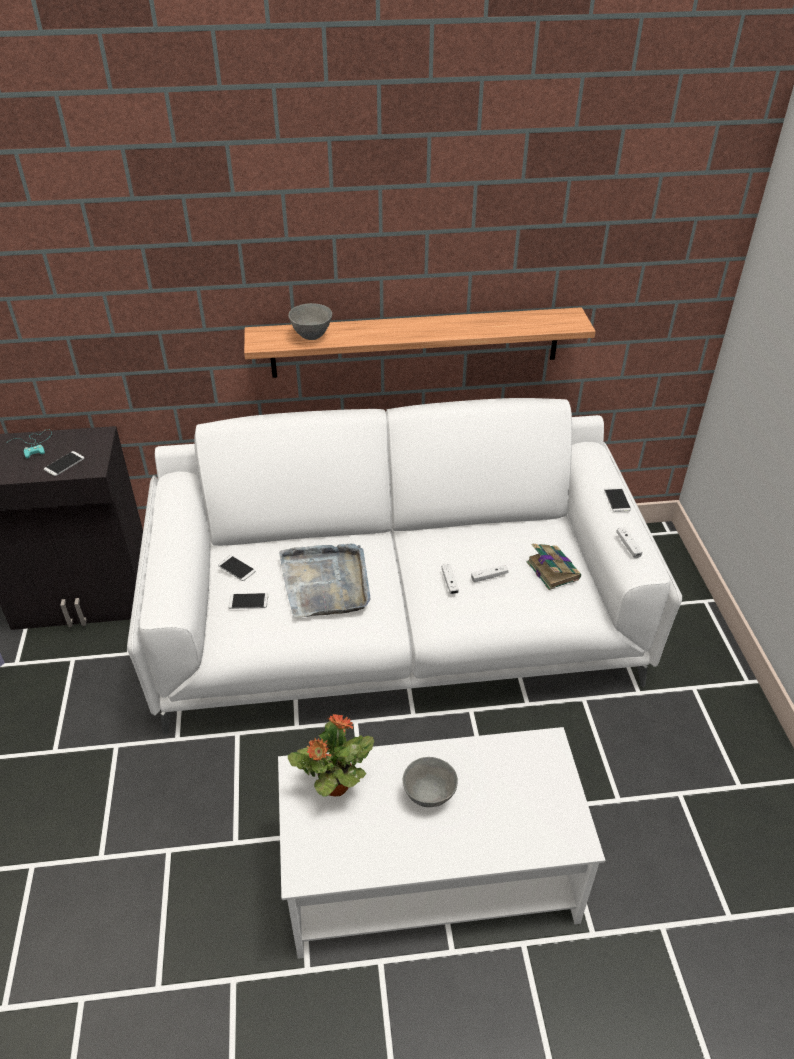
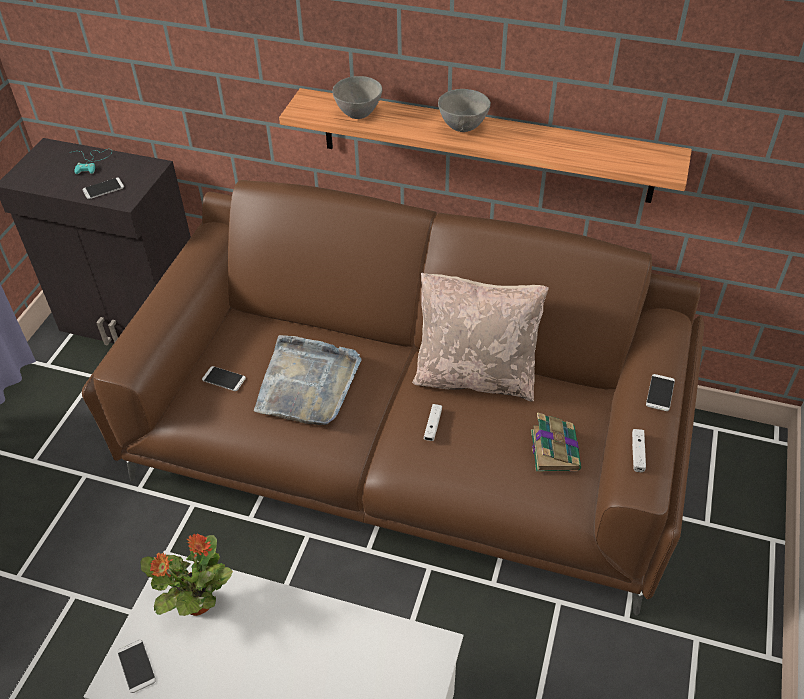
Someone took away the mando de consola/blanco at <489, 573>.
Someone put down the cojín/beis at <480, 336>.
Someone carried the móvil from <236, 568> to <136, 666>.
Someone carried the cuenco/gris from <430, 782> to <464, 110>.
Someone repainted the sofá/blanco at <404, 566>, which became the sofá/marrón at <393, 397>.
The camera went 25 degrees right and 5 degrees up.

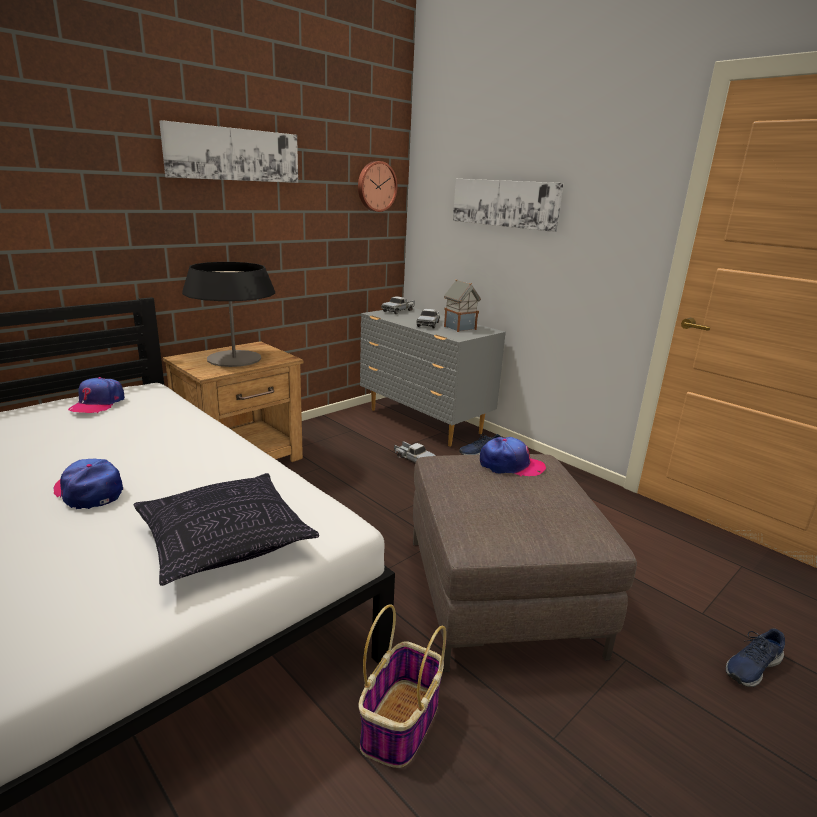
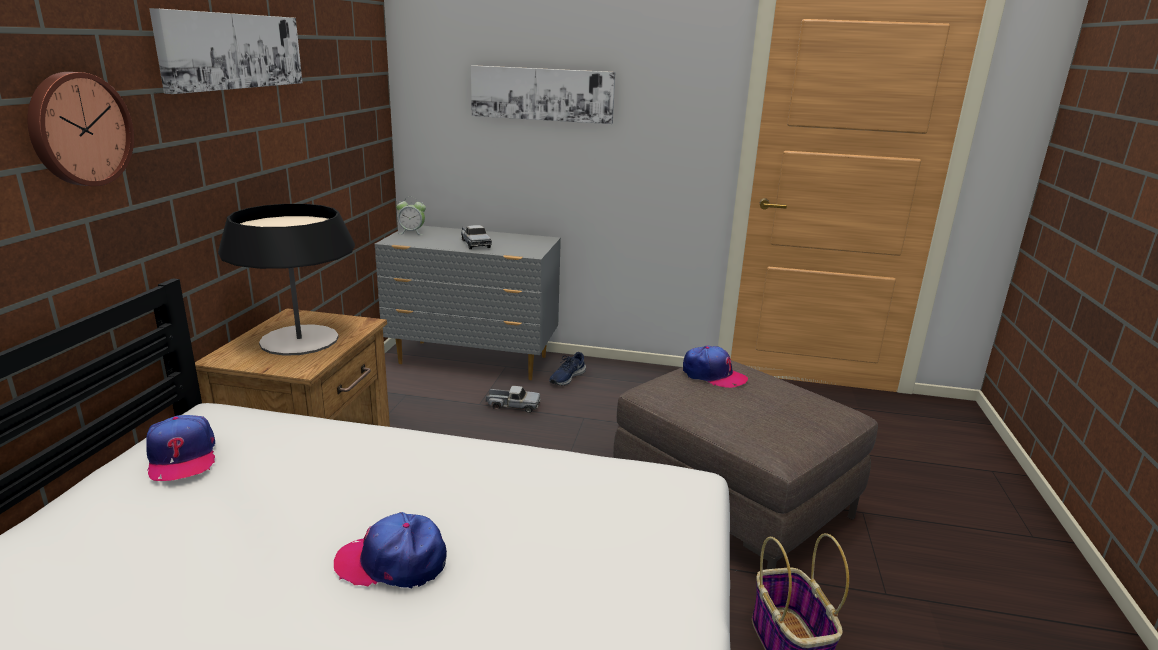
Someone took away the cojín at <226, 529>.
Someone took away the casita at <462, 305>.
Someone took away the zapato/azul at <755, 657>.
Someone carried the reloj de pared from <378, 186> to <80, 129>.
Someone swapped the camión de juguete at <398, 305> for the despertador at <411, 216>.
Someone rotated the gorra at <513, 456> by 60 degrees clockwise.
The camera went 35 degrees left and 0 degrees up.

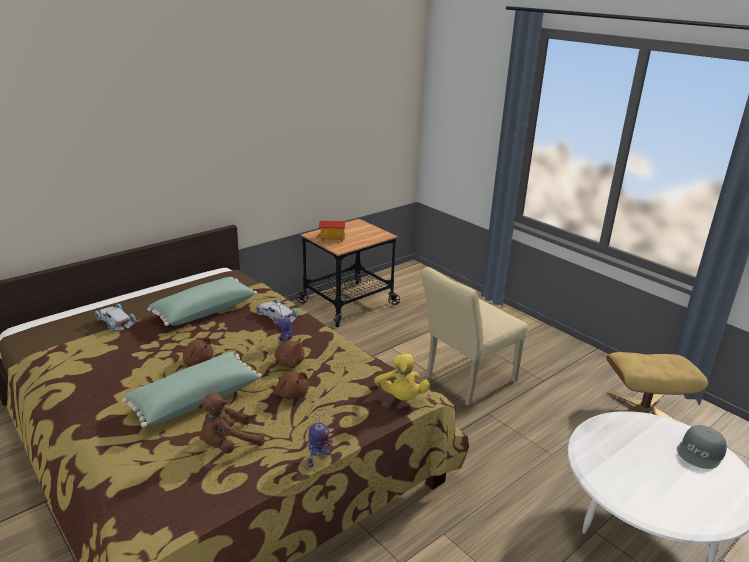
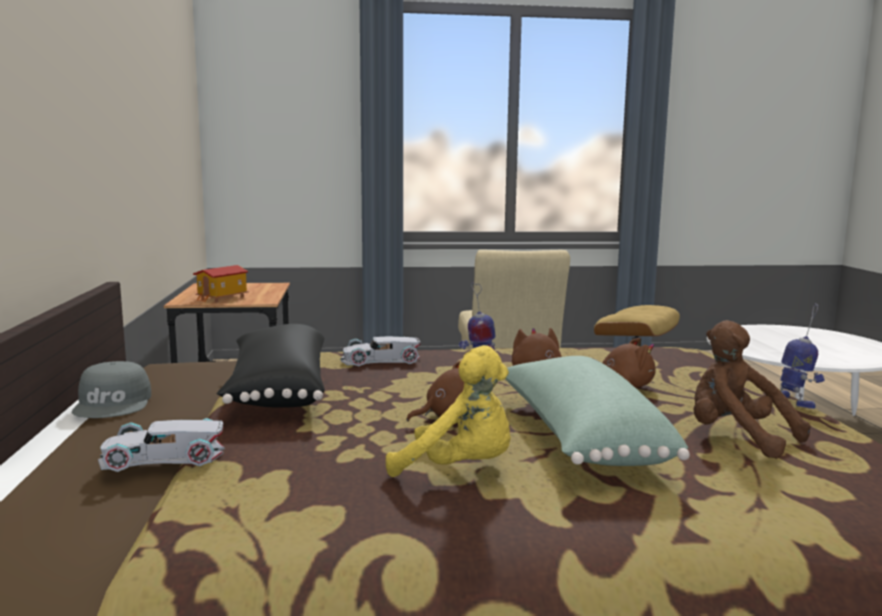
Someone carried the peluche/amarillo from <402, 377> to <448, 411>.
Someone carried the gorra/gris from <702, 447> to <111, 389>.
Someone repainted the cojín/verde at <202, 301>, which became the cojín/negro at <271, 366>.
Someone rotated the peluche/marrón at <231, 423> by 135 degrees clockwise.
The camera went 55 degrees left and 15 degrees down.

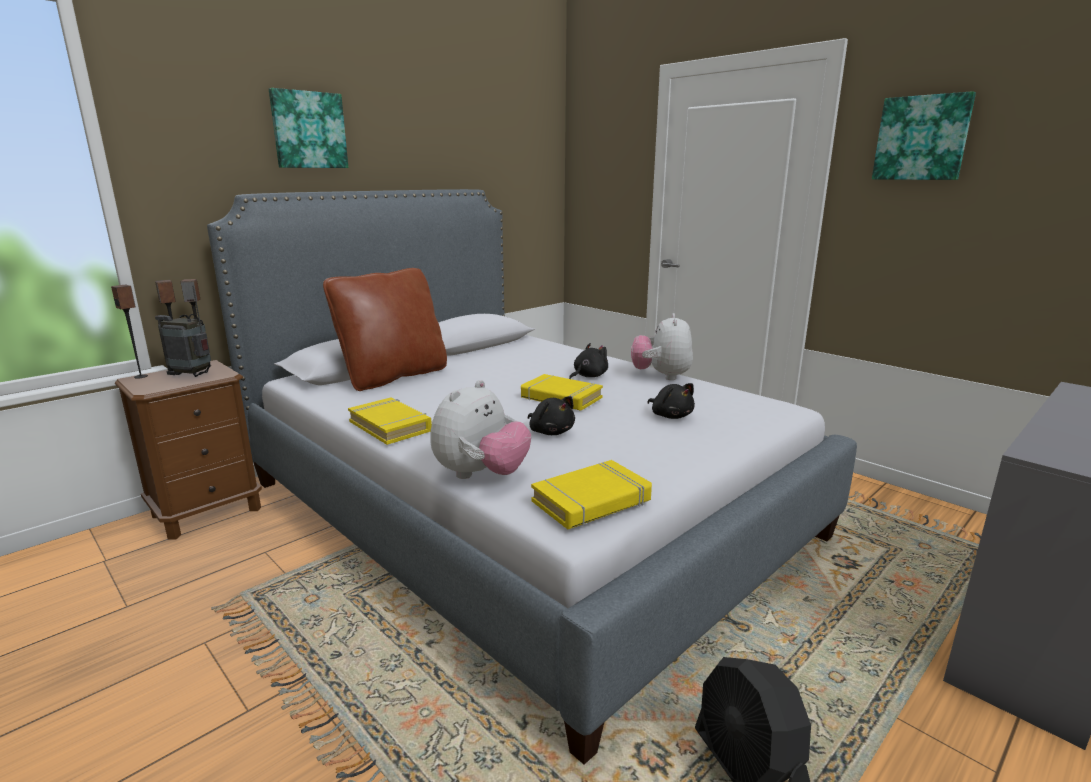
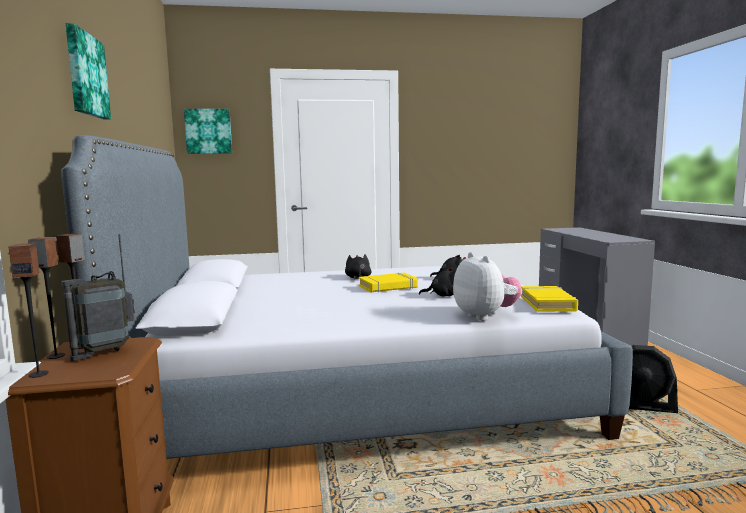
Someone took away the cojín/marrón at <385, 329>.
Someone took away the libro/amarillo at <390, 421>.
Someone took away the peluche at <662, 346>.
Someone carried the cuadro from <924, 135> to <208, 131>.
The camera went 55 degrees left and 10 degrees down.

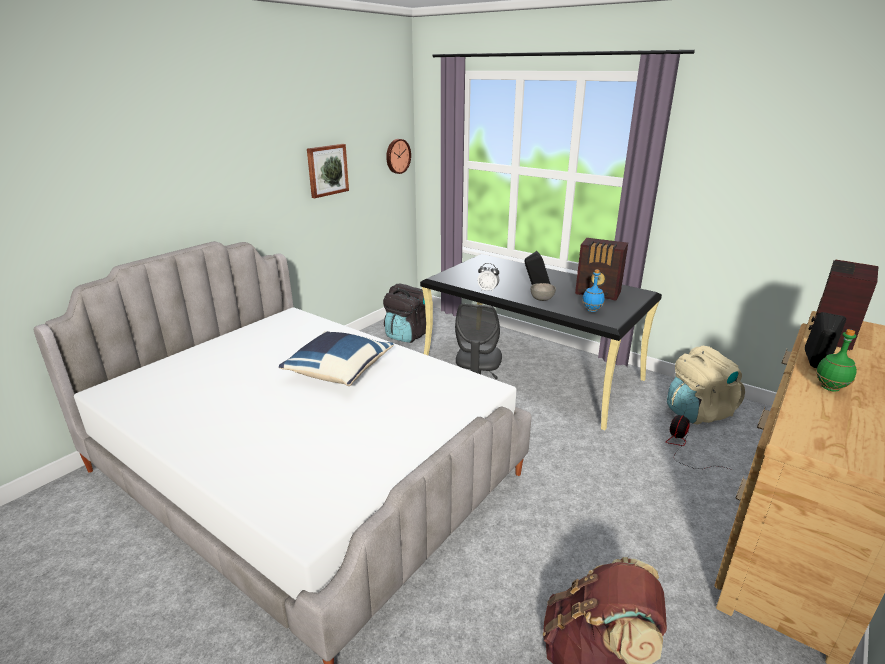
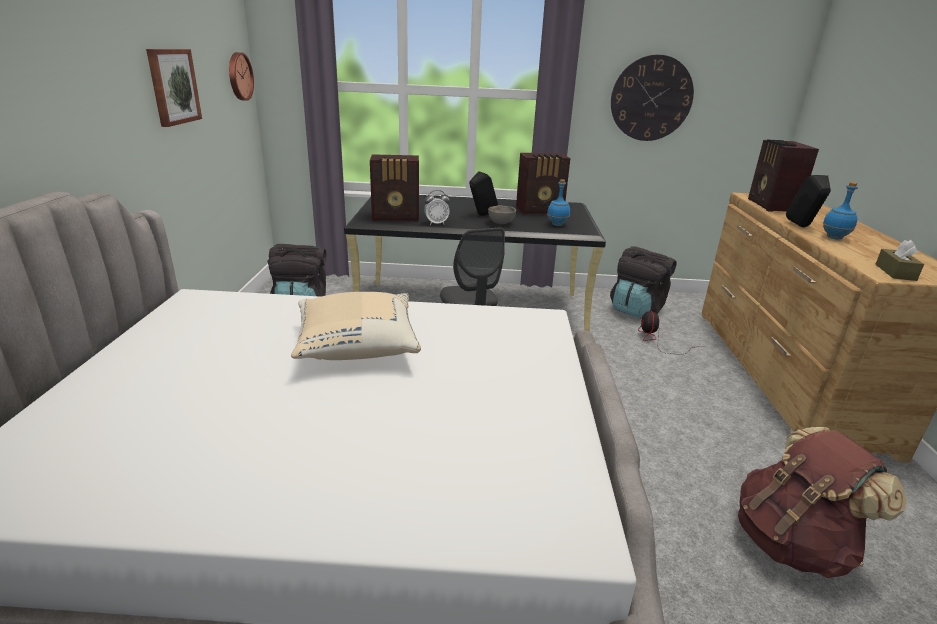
Someone put down the radio at <394, 187>.
Someone put up the reloj de pared at <652, 98>.
Someone put down the caja de pañuelos/marrón at <900, 260>.
Someone repainted the cojín/azul at <336, 358>, which became the cojín/beis at <356, 326>.
Someone repainted the mochila/beis at <706, 385>, which became the mochila/negro at <643, 282>.
Someone repainted the botella/verde at <836, 360>, which became the botella/azul at <840, 211>.
The camera went 35 degrees left and 0 degrees up.

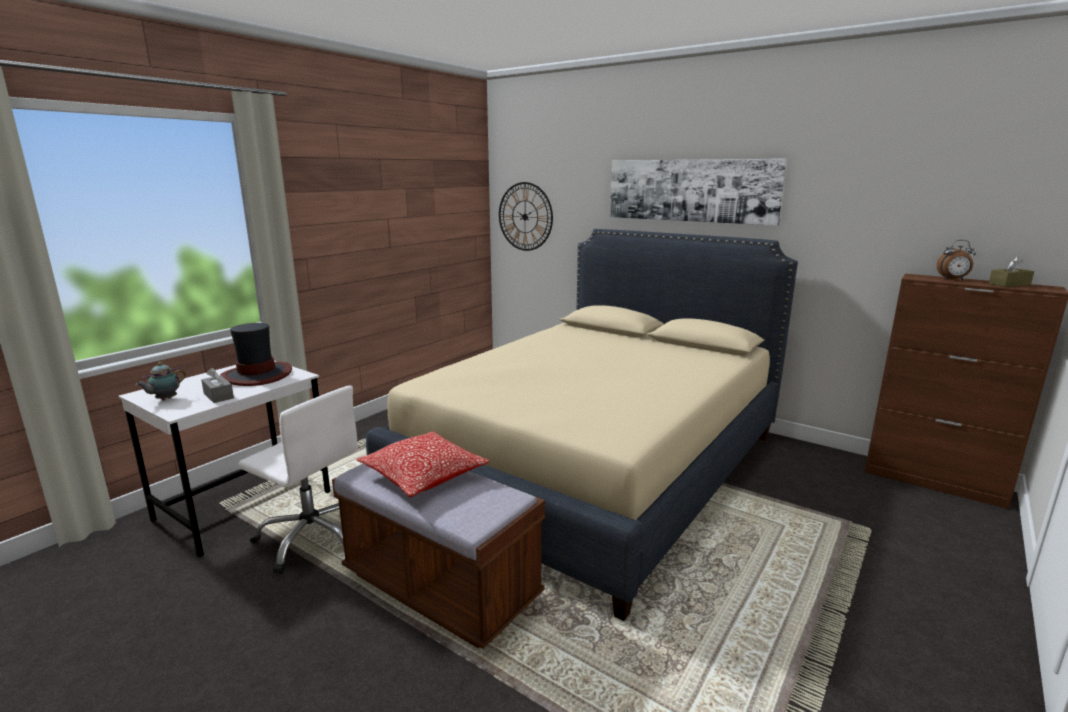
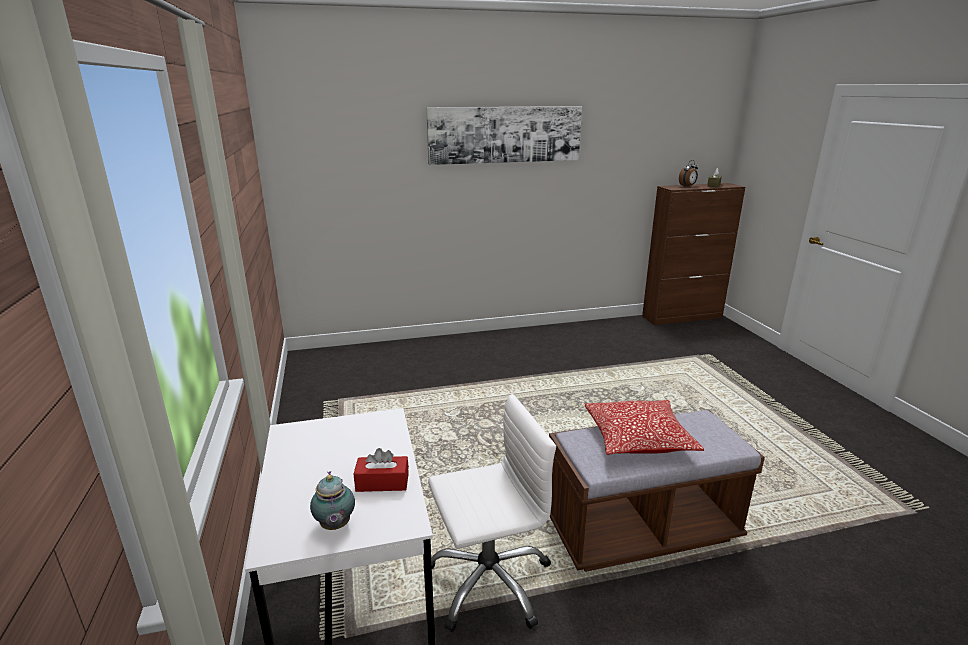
Someone took away the sombrero at <256, 354>.
Someone took away the cama/beis at <582, 425>.
Someone took away the reloj de pared at <526, 216>.
Someone repainted the caja de pañuelos/gris at <217, 385>, which became the caja de pañuelos/rojo at <381, 470>.
The camera went 50 degrees left and 5 degrees up.

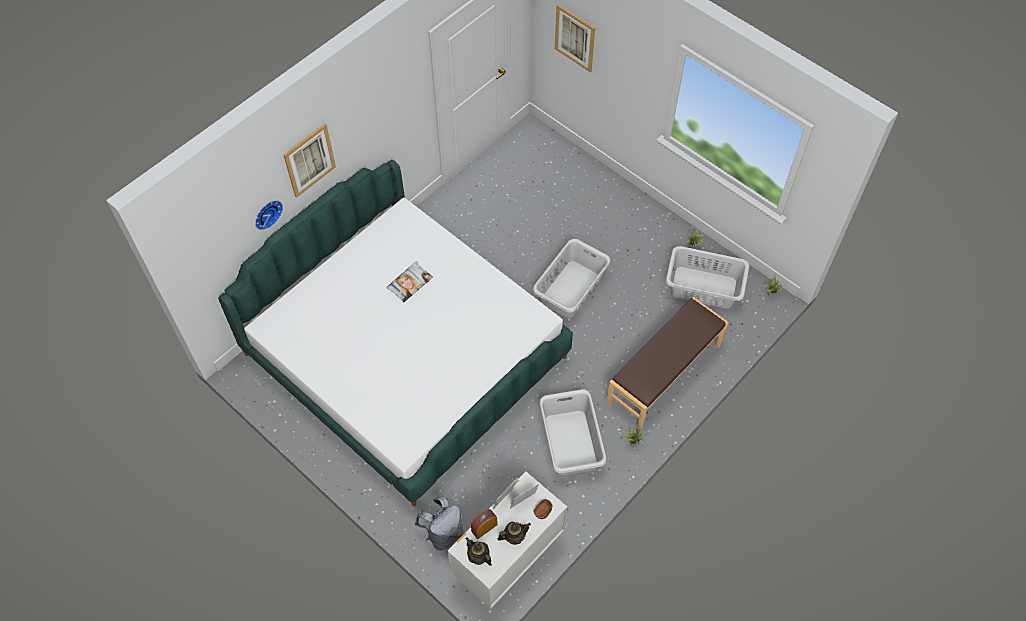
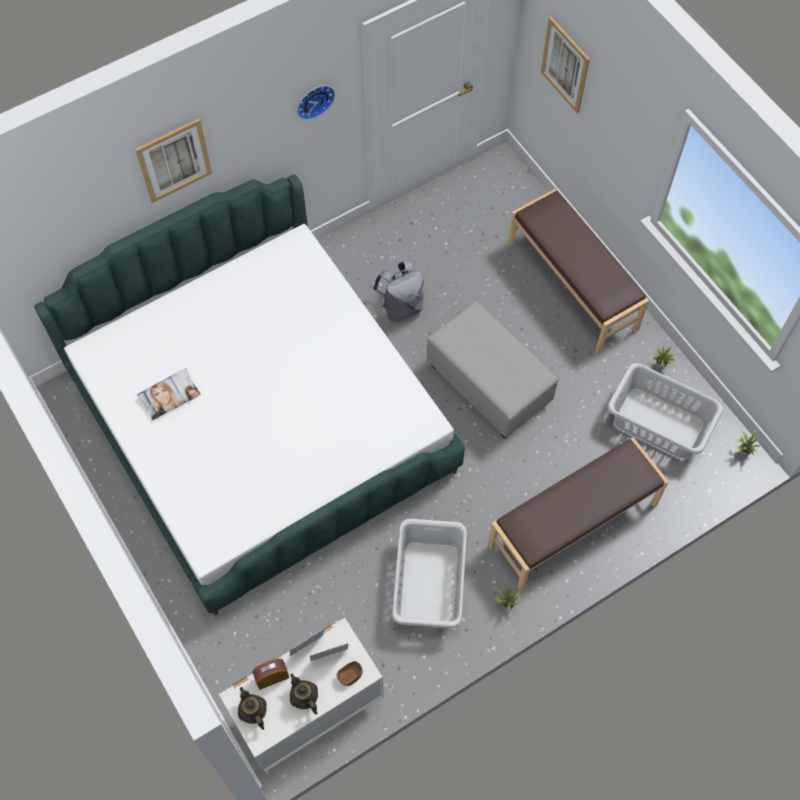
Someone put down the banco/marrón at <578, 272>.
Someone carried the reloj de pared from <269, 215> to <316, 102>.
Someone carried the cojín from <409, 282> to <168, 394>.
Someone carried the mochila/gris from <439, 524> to <398, 291>.
Someone swapped the cesto de la ropa/gris at <572, 278> for the puf/gris at <493, 369>.
Someone rotated the tetera at <514, 533> by 120 degrees counterclockwise.
The camera went 15 degrees right and 5 degrees up.

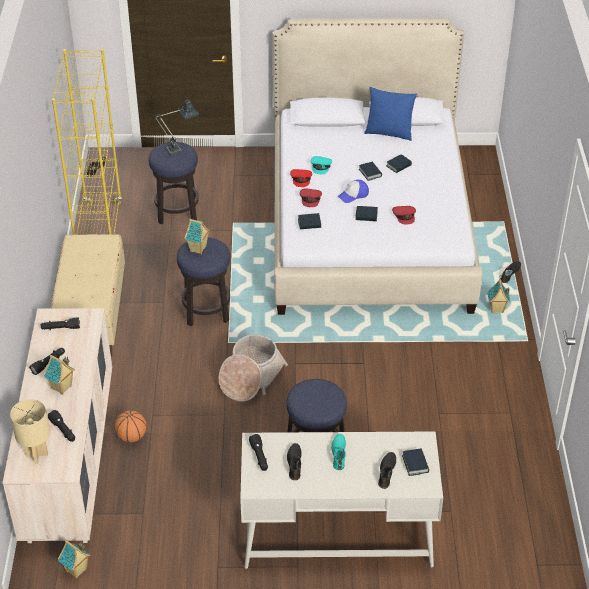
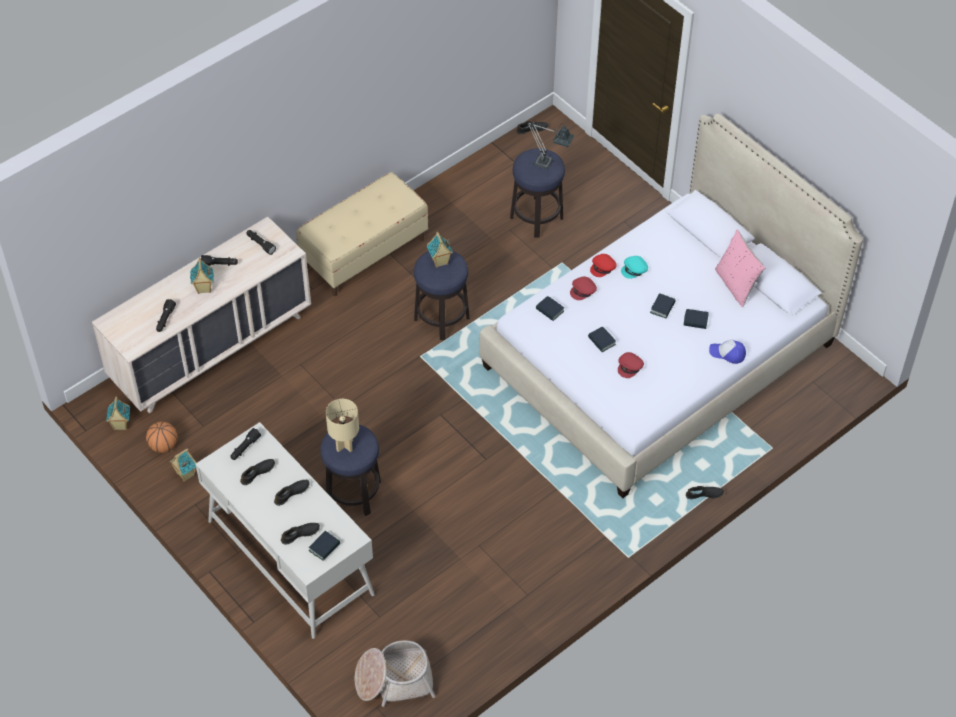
Someone took away the estantería/amarillo at <87, 142>.
Someone carried the lámpara de mesa/beis from <30, 431> to <342, 425>.
Someone carried the balón de baloncesto from <130, 426> to <162, 437>.
Someone carried the cesta from <253, 368> to <395, 673>.
Someone carried the gorra from <353, 191> to <727, 352>.
Someone carried the casita from <498, 296> to <182, 465>.
Someone repainted the zapato/turquesa at <338, 452>, which became the zapato/negro at <292, 493>.
Someone repainted the cojín/azul at <390, 114>, which became the cojín/rosa at <740, 268>.
The camera went 50 degrees right and 10 degrees up.

